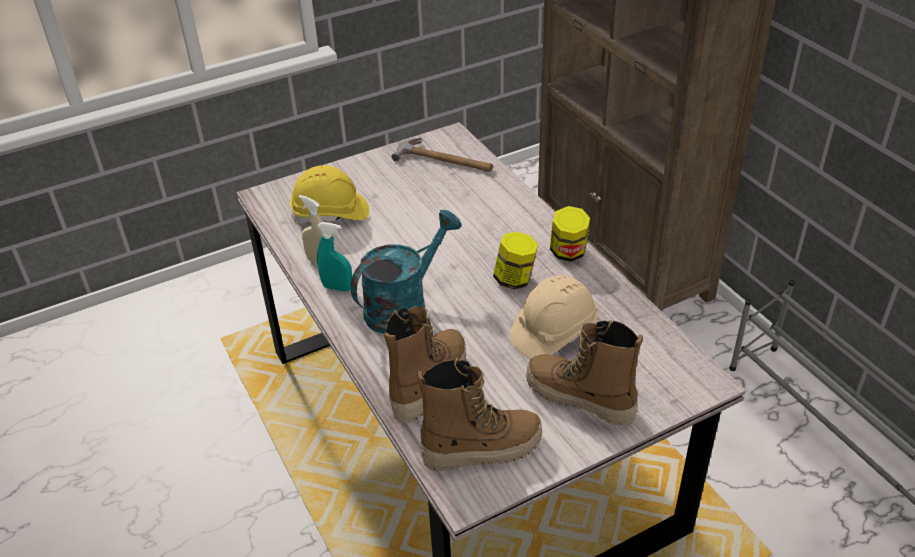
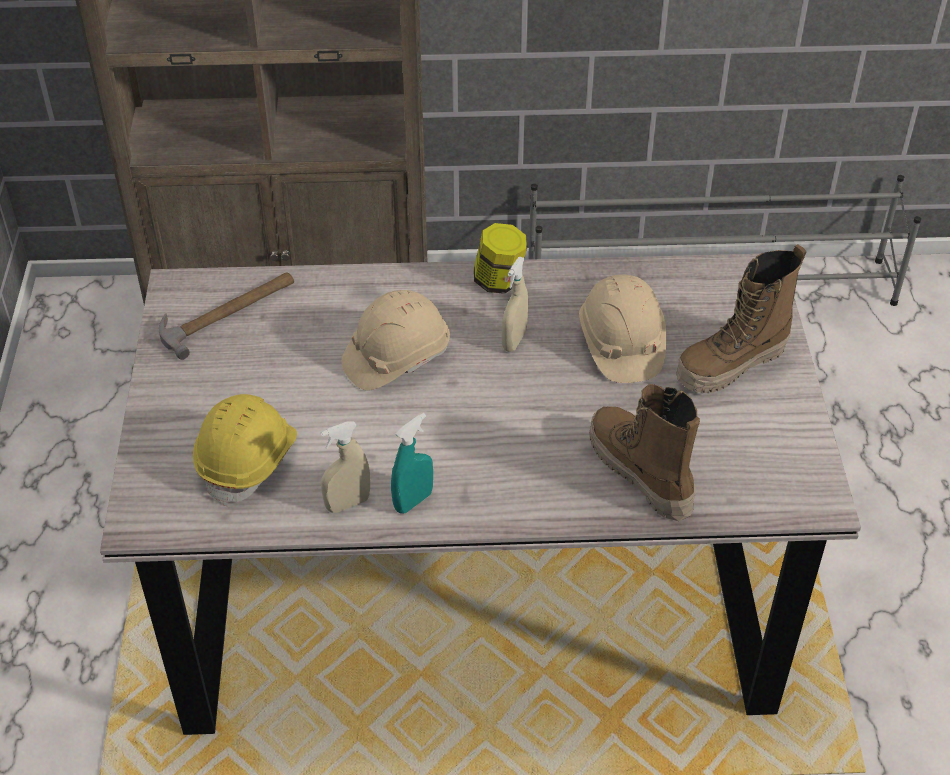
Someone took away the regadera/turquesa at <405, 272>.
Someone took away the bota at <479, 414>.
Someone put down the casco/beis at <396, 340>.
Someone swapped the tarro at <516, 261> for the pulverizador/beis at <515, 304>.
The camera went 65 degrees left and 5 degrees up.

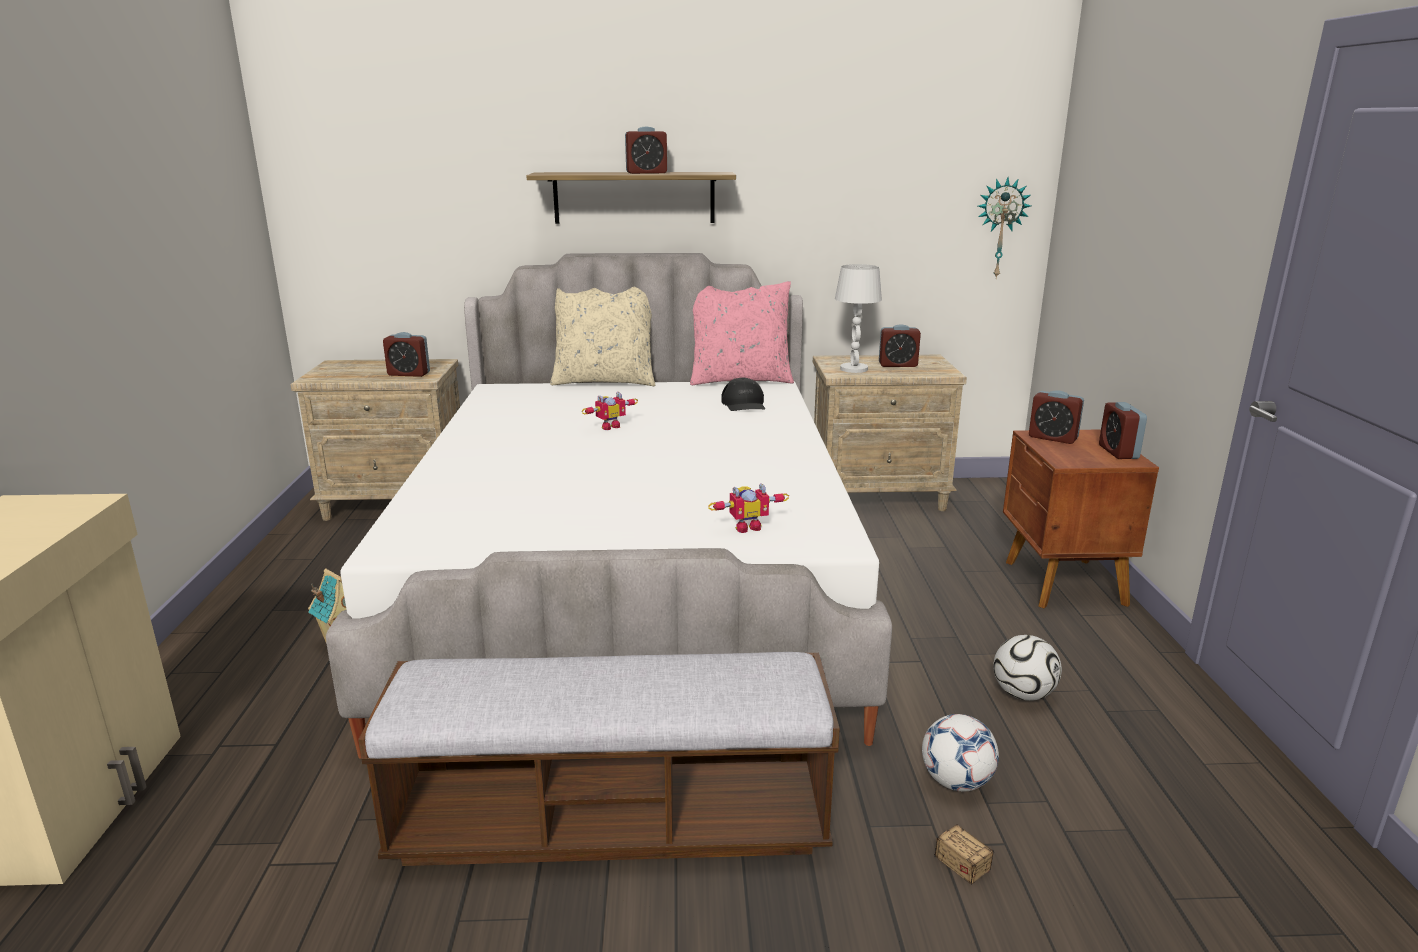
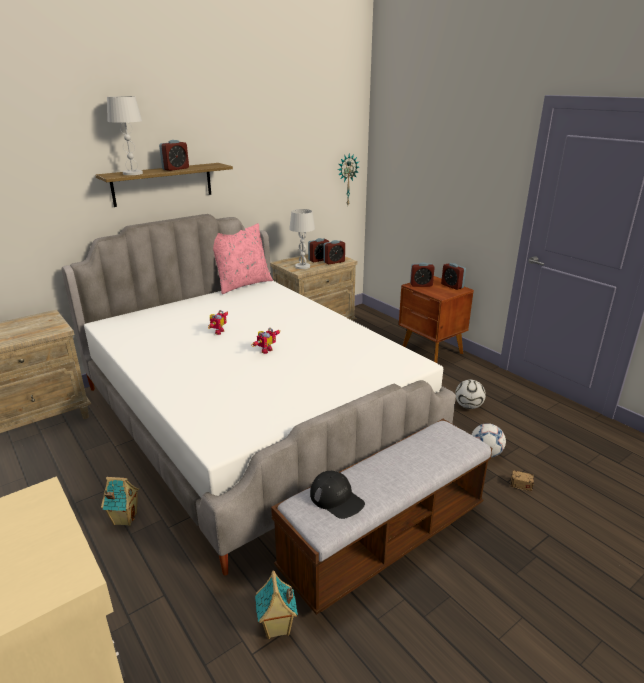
Someone took away the cojín/beis at <603, 336>.
Someone put down the lámpara de mesa/blanco at <125, 135>.
Someone put down the casita at <276, 604>.
Someone carried the despertador from <406, 354> to <334, 252>.
Someone carried the robot de juguete from <748, 508> to <266, 341>.
Someone carried the gorra/negro from <743, 394> to <337, 495>.
The camera went 35 degrees left and 5 degrees up.

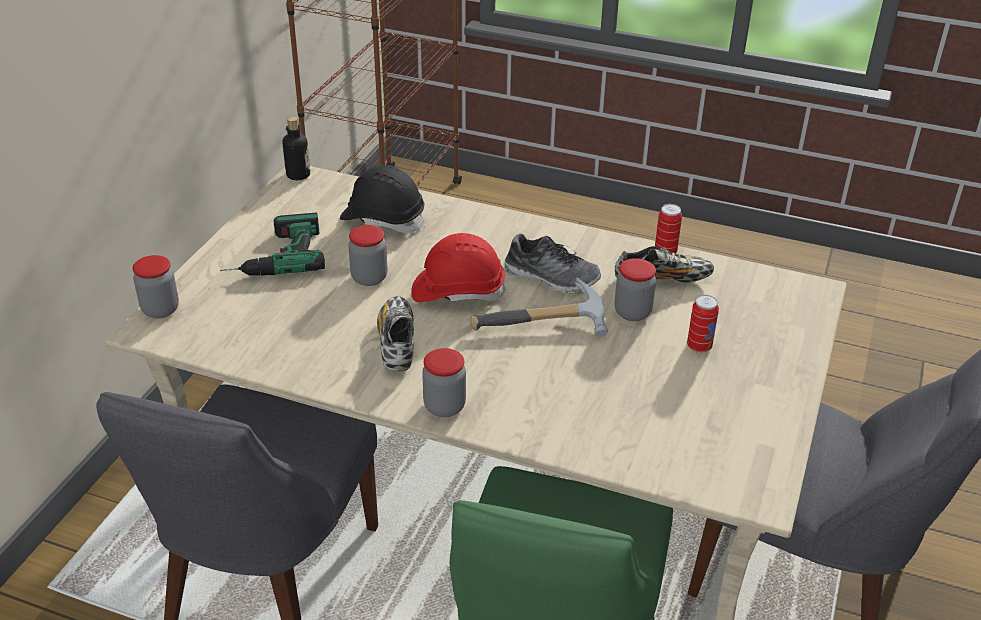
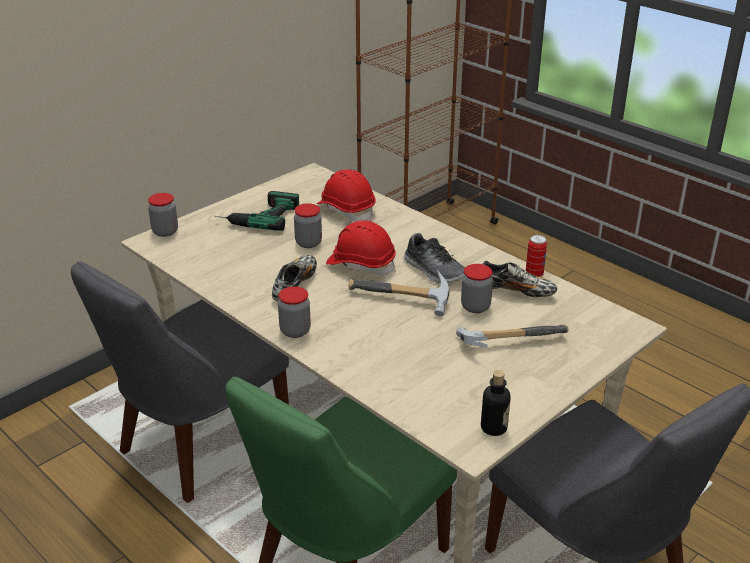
Someone carried the botella from <296, 148> to <496, 403>.
Someone swapped the lata at <703, 324> for the martillo at <512, 336>.
Someone repainted the casco/negro at <382, 199>, which became the casco/rojo at <346, 195>.
The camera went 25 degrees right and 5 degrees down.

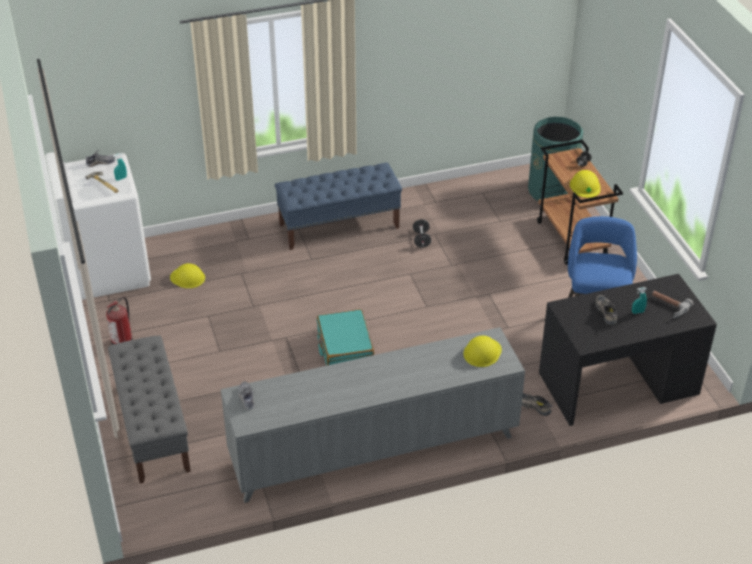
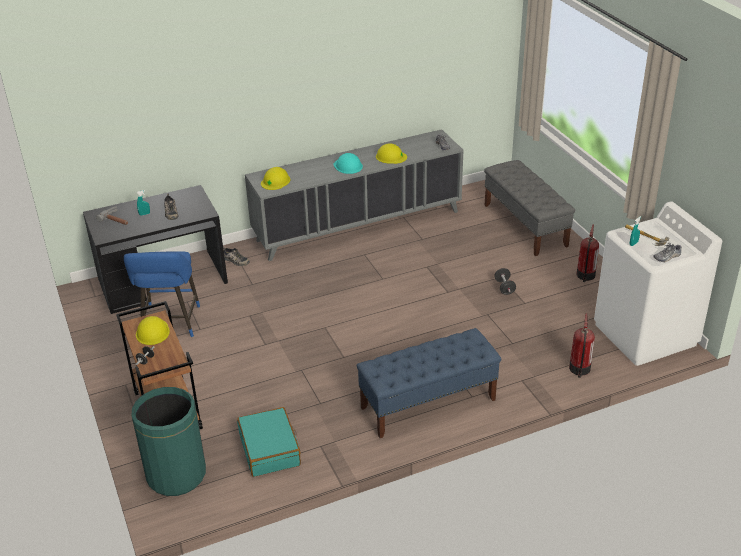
Someone put down the casco/turquesa at <348, 163>.
Someone put down the extintor at <582, 346>.
Someone carried the casco/amarillo from <187, 275> to <391, 153>.
Someone carried the maleta/turquesa from <345, 337> to <269, 442>.
Someone carried the mancuerna/negro from <422, 233> to <505, 281>.
The camera went 175 degrees right and 5 degrees down.

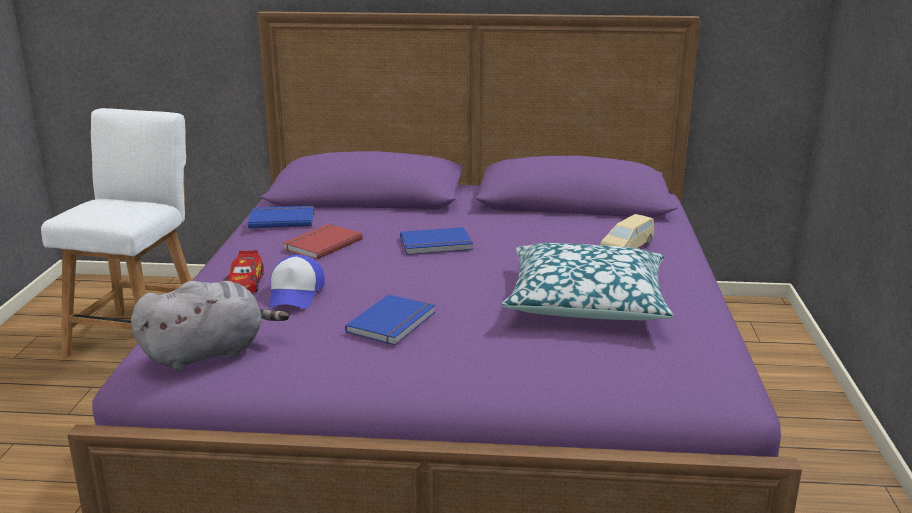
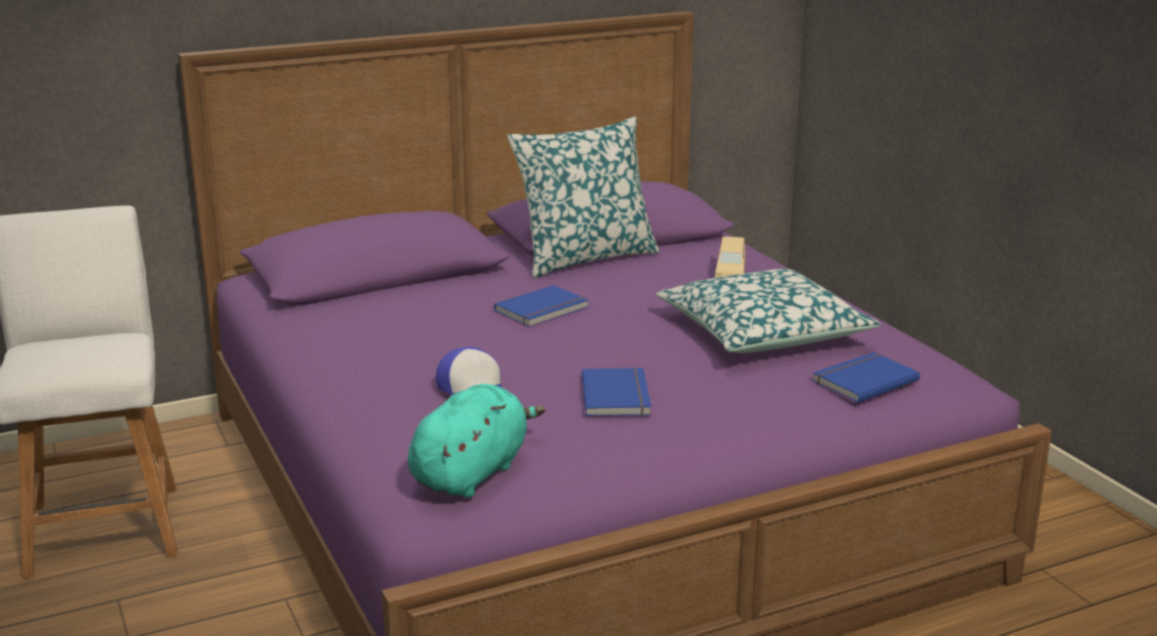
Someone took away the coche de juguete at <244, 271>.
Someone took away the libro/rojo at <323, 242>.
Someone put down the cojín at <584, 197>.
Someone carried the libro/azul from <281, 217> to <866, 377>.
Someone repainted the peluche/gris at <210, 326>, which became the peluche/turquesa at <476, 441>.
The camera went 30 degrees left and 0 degrees up.

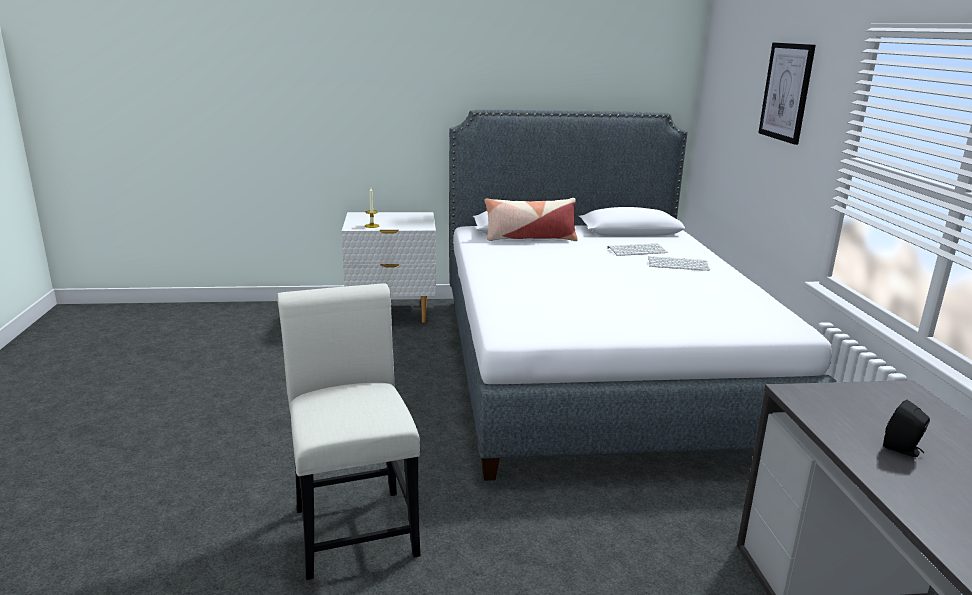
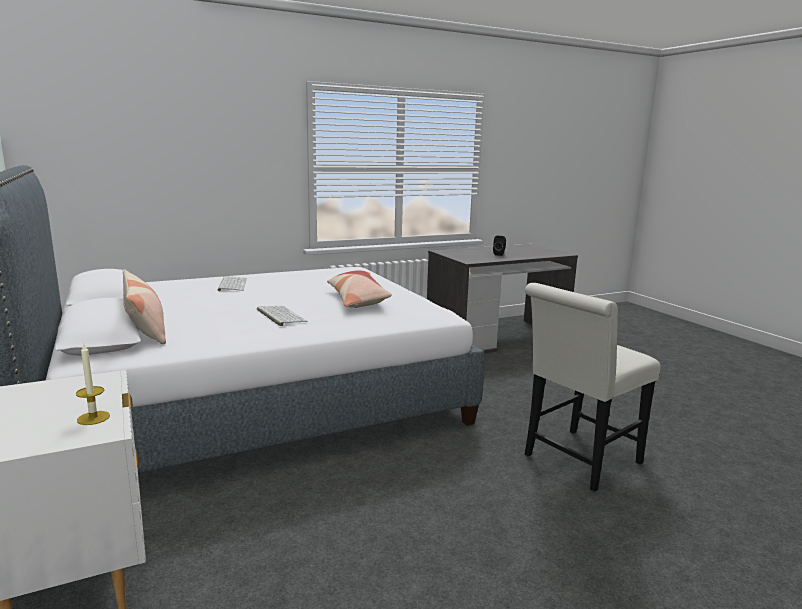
Someone took away the cuadro at <787, 93>.
Someone put down the cojín at <359, 289>.
Someone carried the teclado from <637, 250> to <282, 316>.
The camera went 110 degrees left and 5 degrees down.

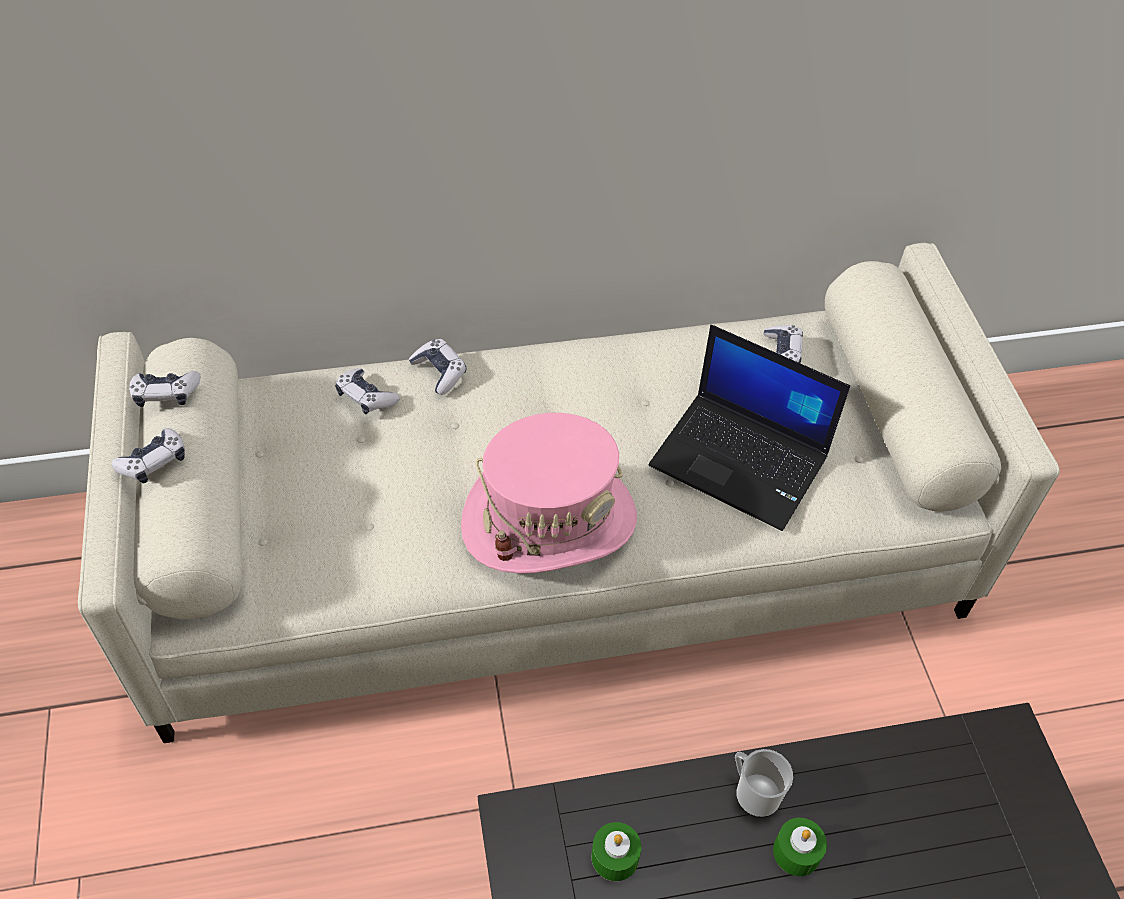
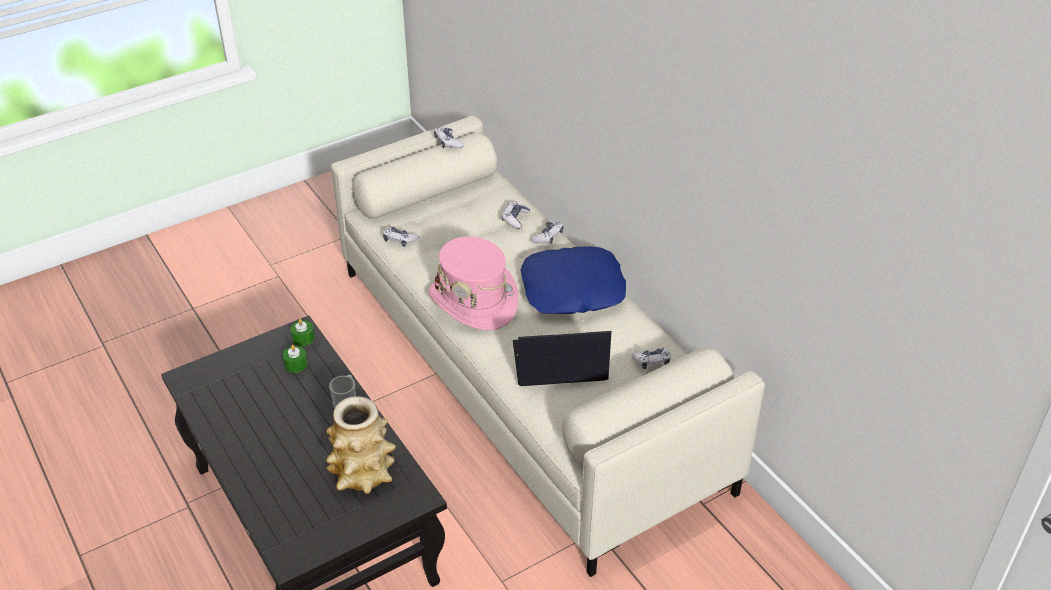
Someone put down the florero at <361, 445>.
Someone put down the cojín/azul at <573, 280>.
Someone carried the mando de consola from <148, 455> to <401, 237>.
Someone carried the vela/verde from <800, 847> to <302, 332>.
Someone rotated the portátil at <749, 428> by 75 degrees clockwise.
The camera went 70 degrees right and 10 degrees down.

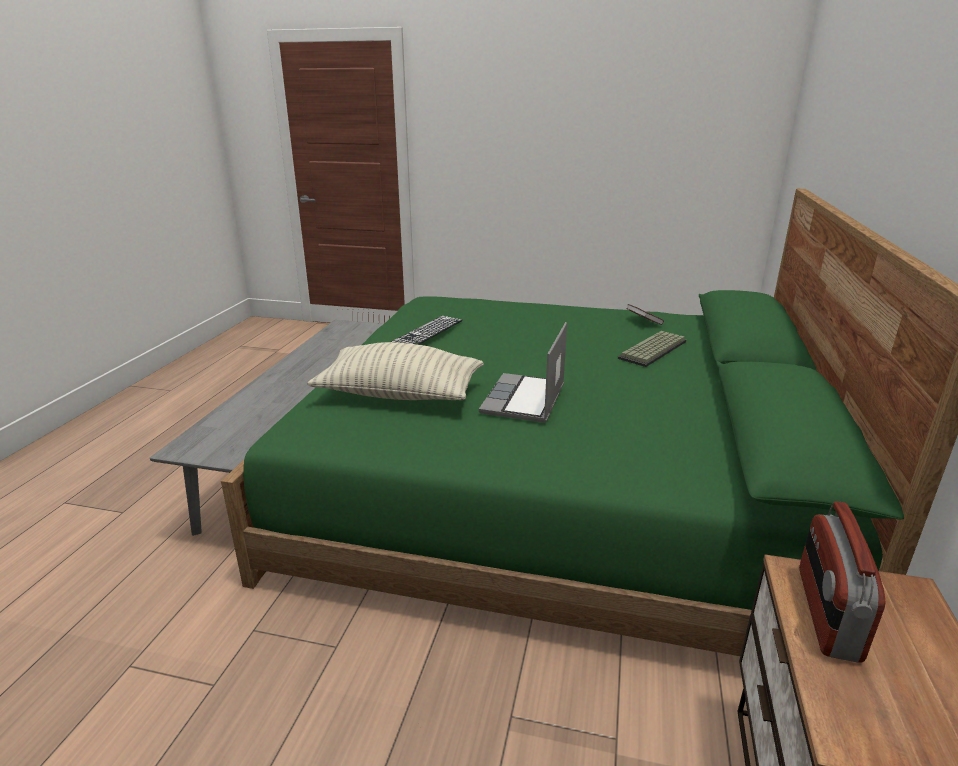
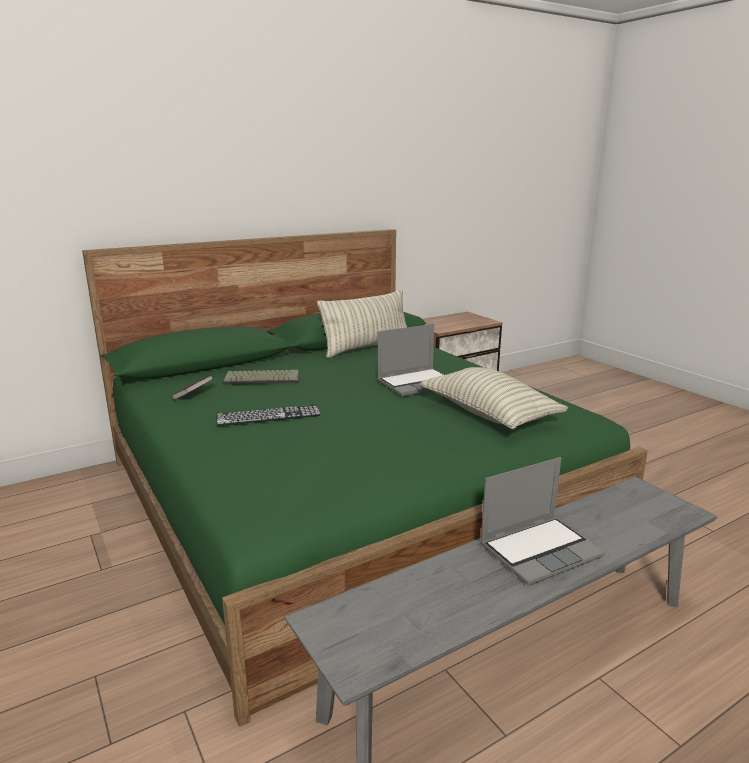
Someone took away the radio at <842, 582>.
Someone put down the cojín at <362, 324>.
Someone put down the portátil at <542, 521>.
Someone carried the teclado from <427, 330> to <268, 415>.
The camera went 135 degrees left and 5 degrees down.

